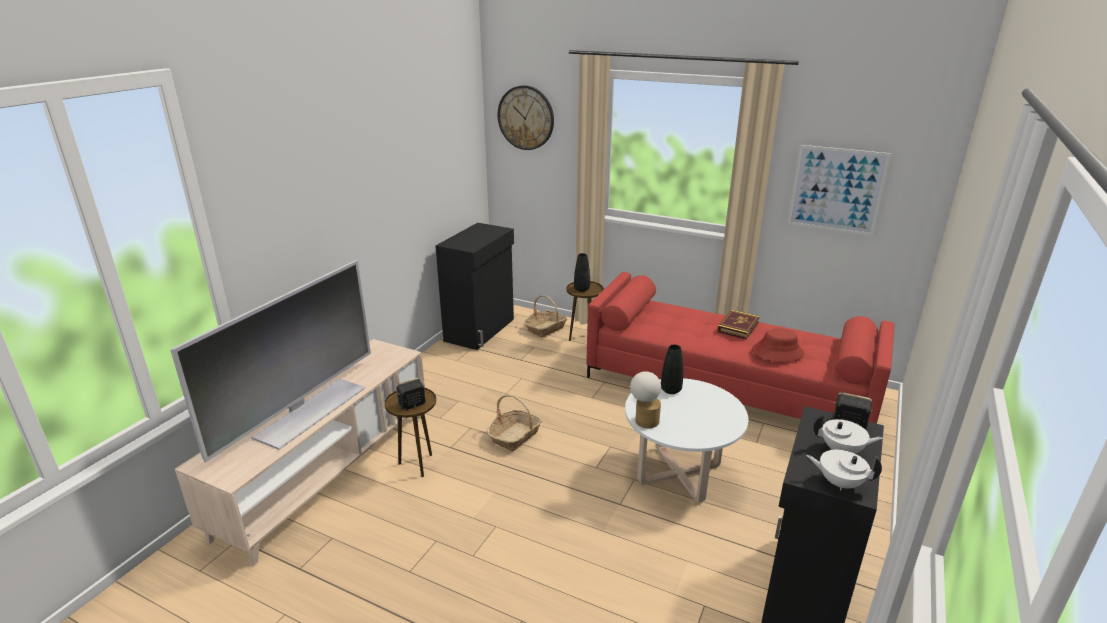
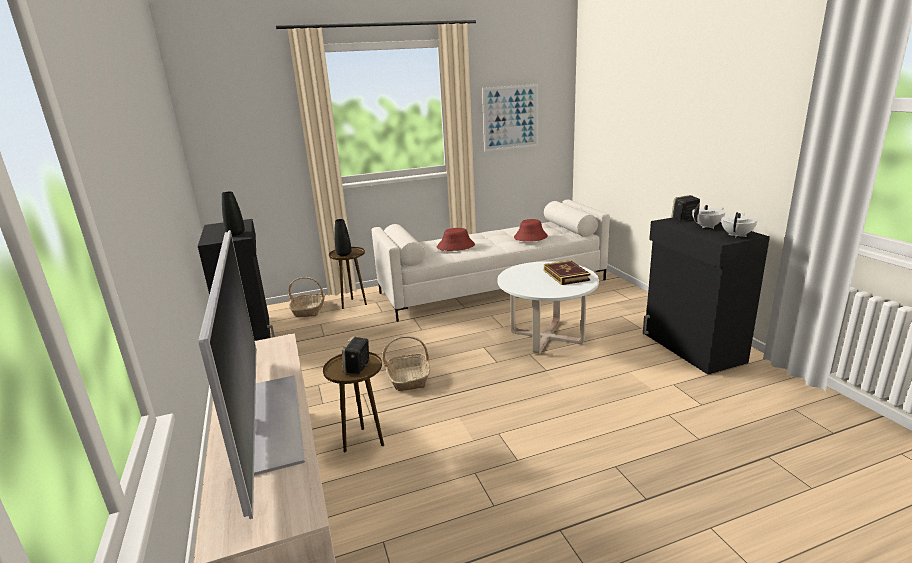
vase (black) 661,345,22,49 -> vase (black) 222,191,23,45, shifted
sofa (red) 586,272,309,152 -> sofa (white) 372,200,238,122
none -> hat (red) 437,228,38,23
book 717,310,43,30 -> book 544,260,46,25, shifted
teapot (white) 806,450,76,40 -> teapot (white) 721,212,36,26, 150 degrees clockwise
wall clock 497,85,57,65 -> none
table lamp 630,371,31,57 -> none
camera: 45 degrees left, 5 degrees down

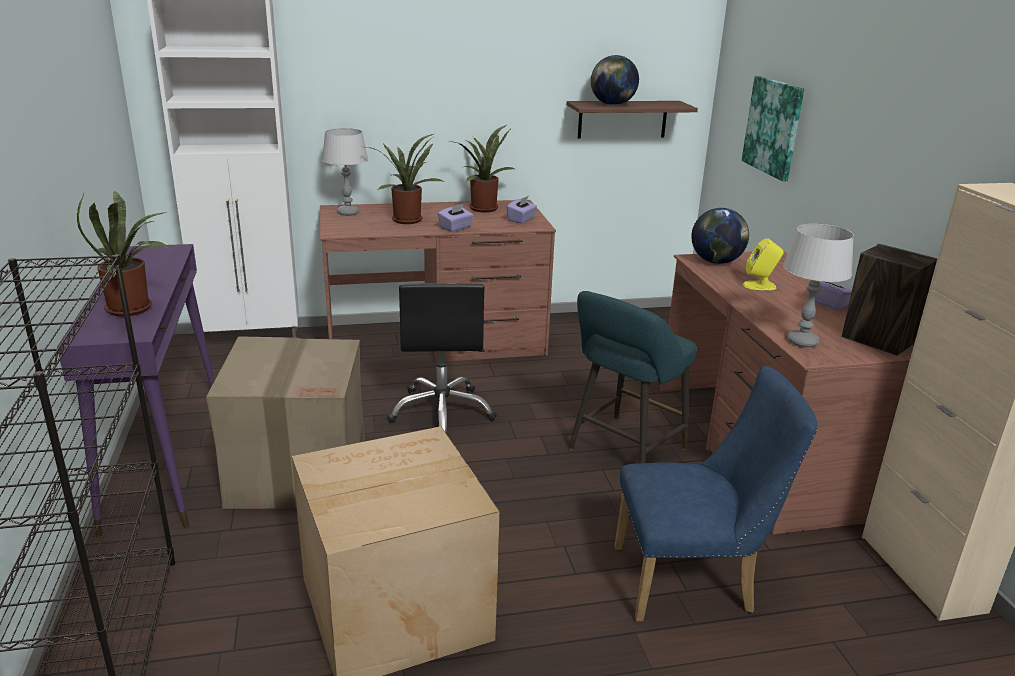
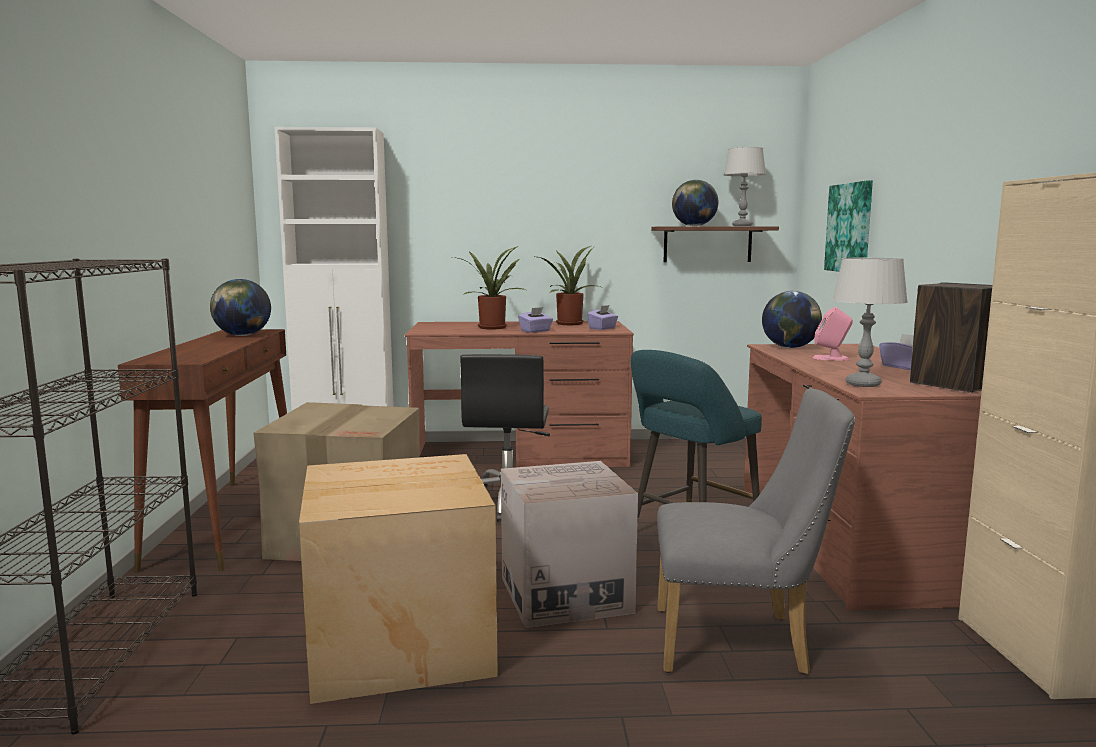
console table (purple) 57,244,157,293 -> console table (brown) 118,329,169,244
none -> globe 210,279,61,57
none -> cardboard box 501,461,137,167
chair (blue) 615,366,203,256 -> chair (grey) 657,388,198,287
table lamp (grey) 322,128,46,88 -> table lamp (grey) 724,147,42,79, shifted
speaker (yellow) 743,238,41,52 -> speaker (pink) 813,307,40,54
potted plant 77,191,91,126 -> none
camera: 10 degrees right, 15 degrees down

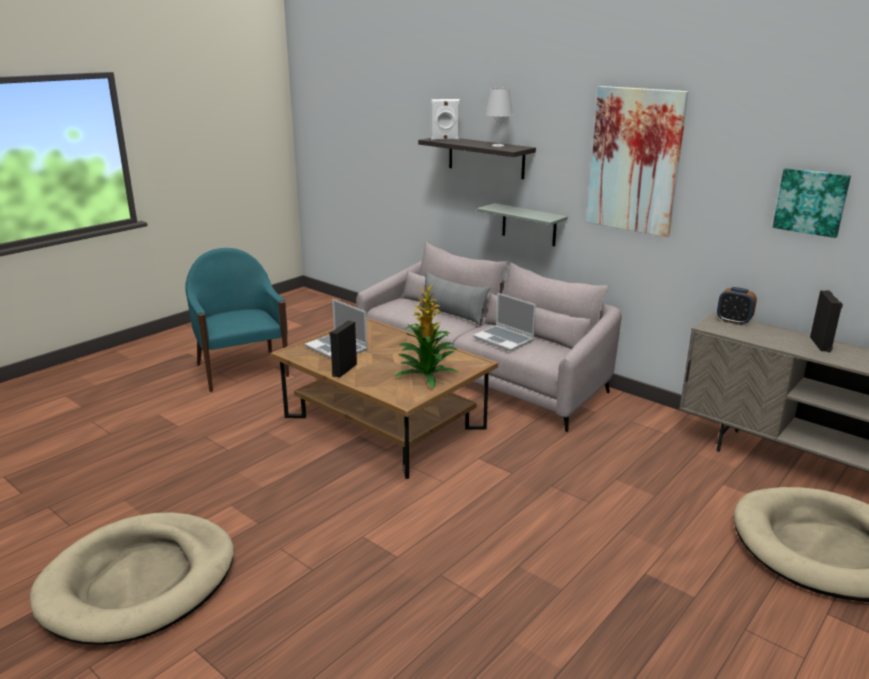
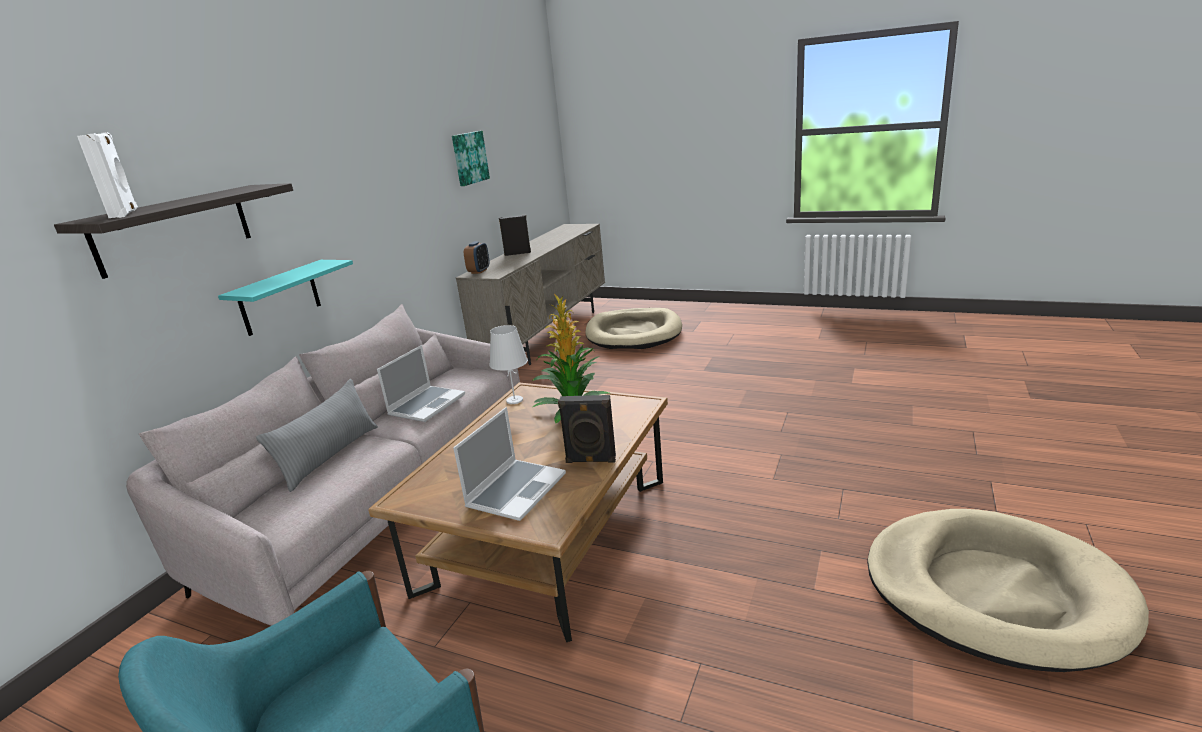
shelf (grey) 477,203,91,43 -> shelf (turquoise) 218,260,135,76
table lamp (white) 485,88,28,59 -> table lamp (white) 489,325,39,79, shifted
picture 587,86,101,151 -> none
camera: 105 degrees left, 0 degrees up

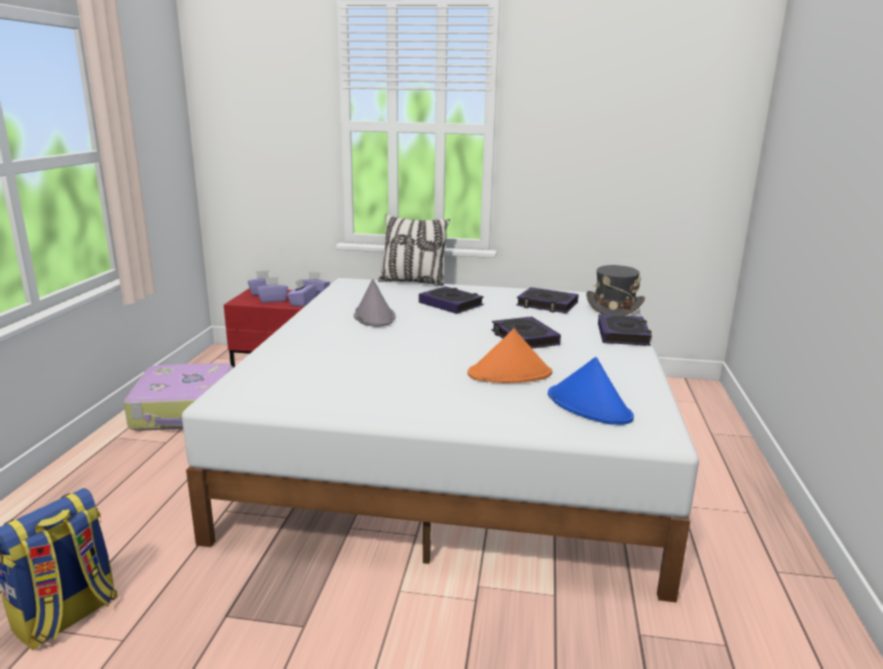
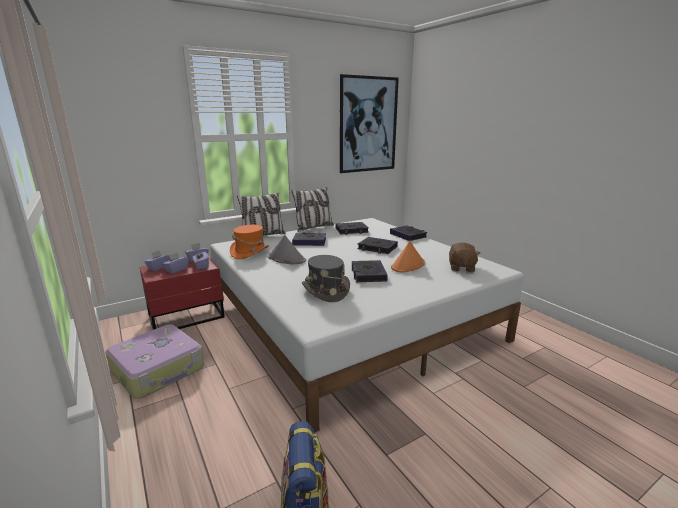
none -> hat (orange) 230,225,39,34
none -> pillow 291,187,43,45
hat (grey) 586,265,59,51 -> hat (grey) 302,255,48,47, shifted
none -> picture 340,74,59,99
none -> book 352,260,36,22
hat (blue) 548,357,86,68 -> plush toy (brown) 449,242,31,30
camera: 40 degrees left, 0 degrees up

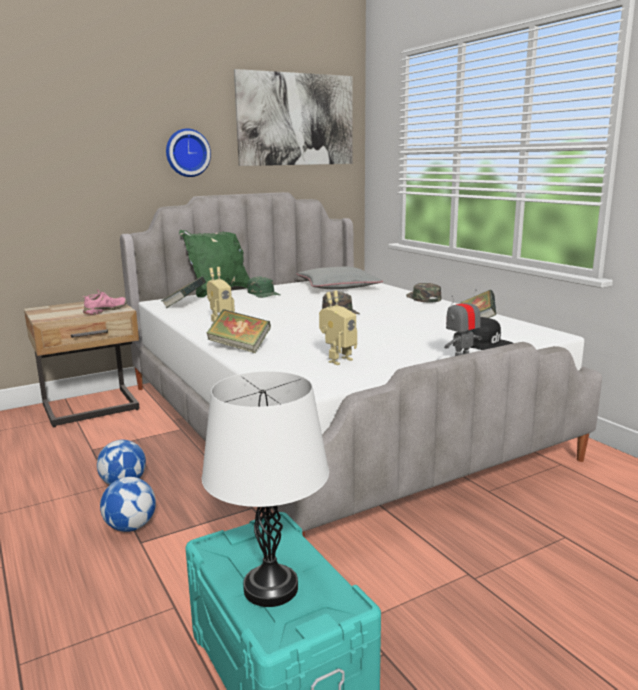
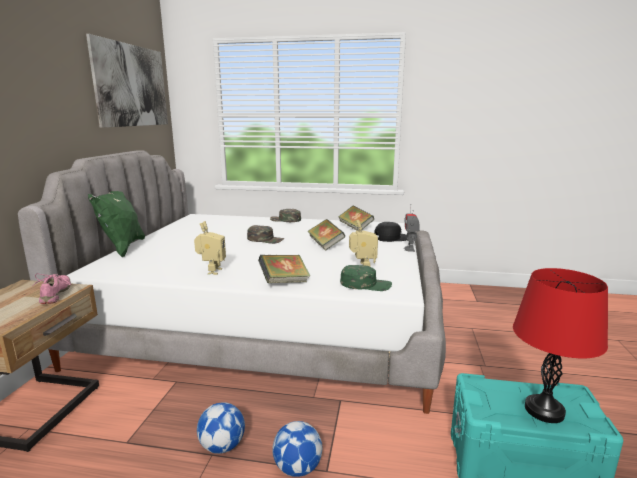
book 161,277,45,31 -> book 307,219,39,32, shifted
cap (green) 247,276,33,22 -> cap (green) 340,265,52,26, shifted
table lamp (white) 202,371,127,236 -> table lamp (red) 513,268,95,155
wall clock 166,129,45,48 -> none
pillow (grey) 297,267,86,22 -> none
camera: 50 degrees left, 0 degrees up

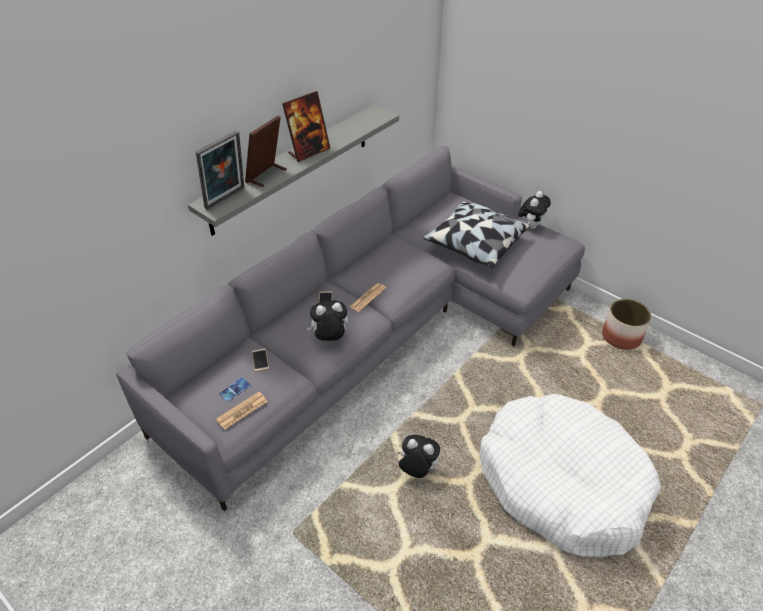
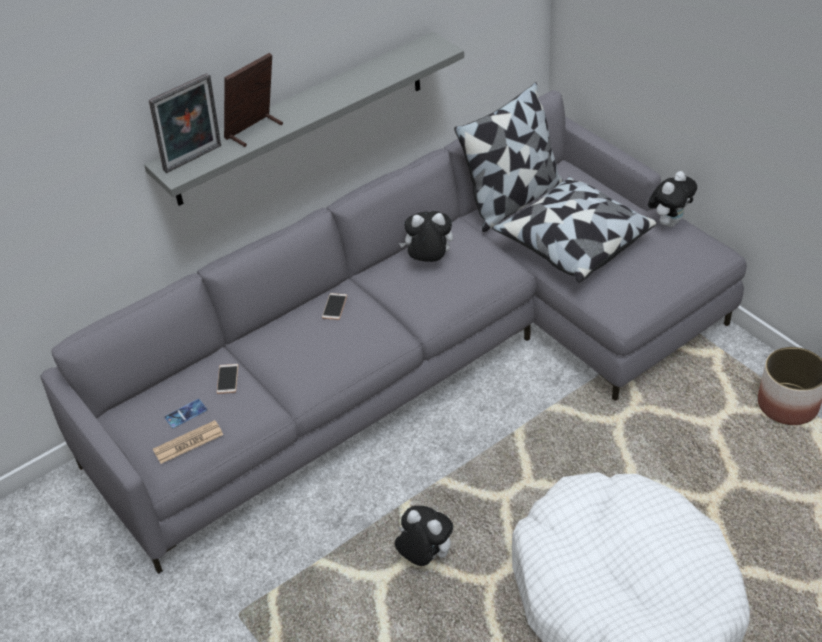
plush toy 307,300,41,41 -> plush toy 399,211,54,51, shifted
none -> pillow 454,82,109,150
picture frame 282,91,49,71 -> none
newspaper 350,283,36,29 -> none
camera: 15 degrees right, 0 degrees up

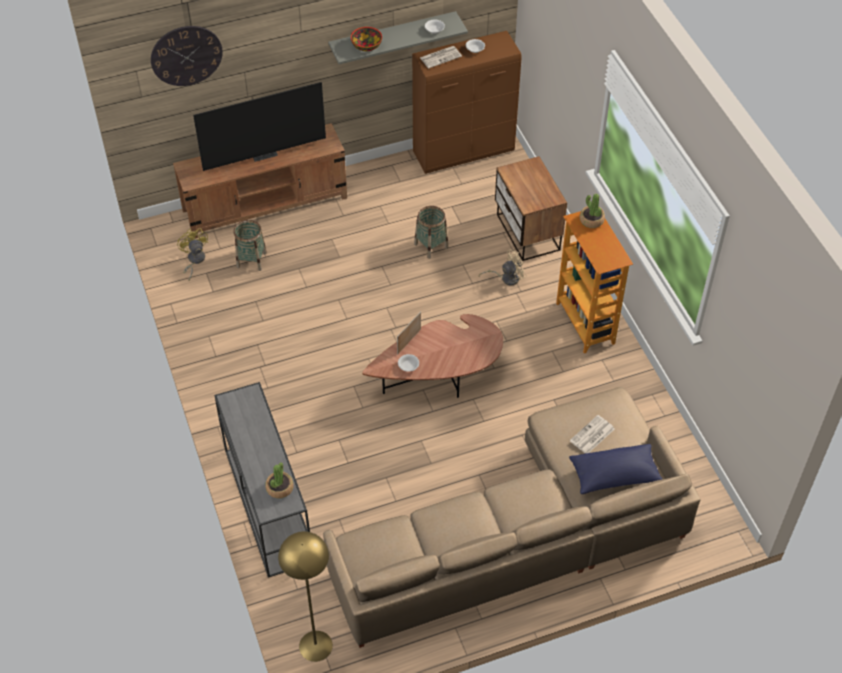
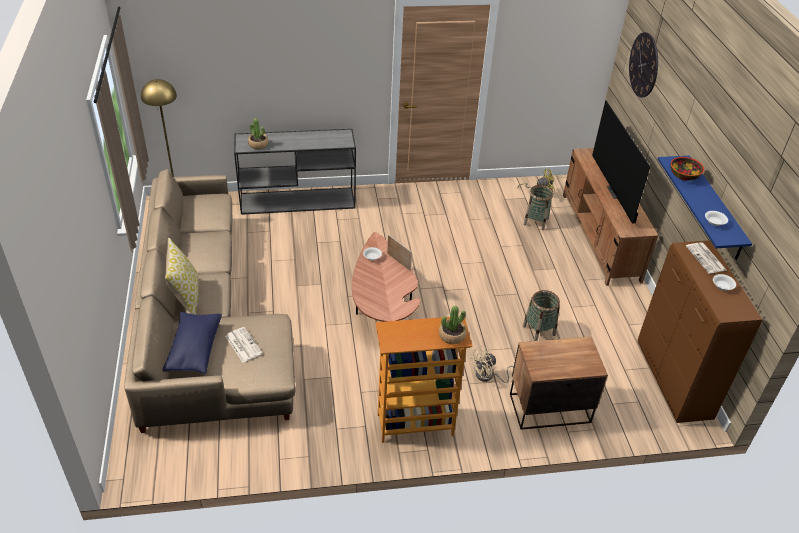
none -> pillow 165,238,34,77
fan (beige) 479,249,48,37 -> fan (beige) 470,346,44,37, 75 degrees clockwise
shelf (grey) 328,11,140,53 -> shelf (blue) 657,156,95,104
camera: 100 degrees right, 10 degrees down

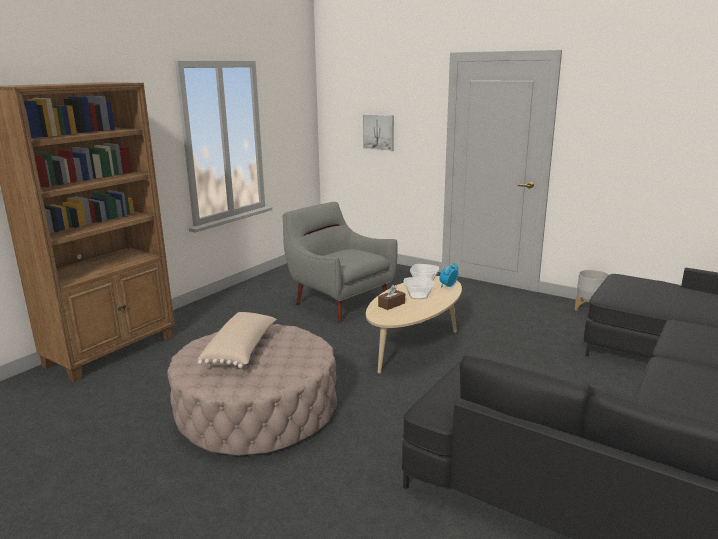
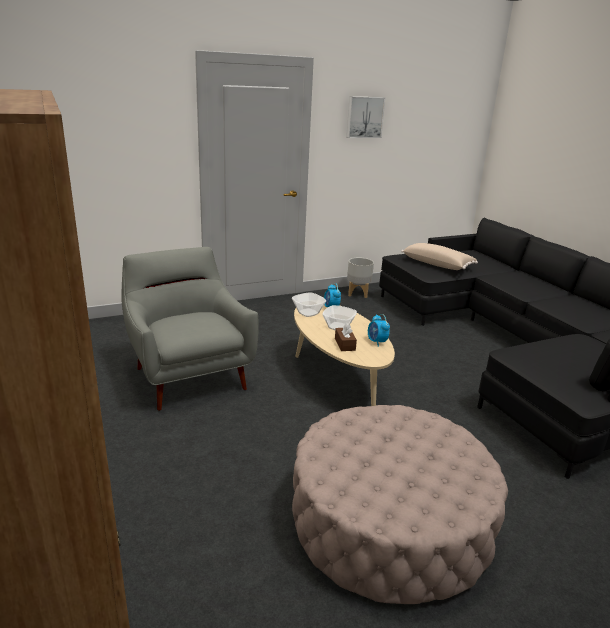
armchair (grey) 283,202,115,121 -> armchair (grey) 121,247,138,164, 75 degrees clockwise
picture 362,114,32,37 -> picture 346,96,39,42, shifted
none -> alarm clock 368,314,22,33
pillow (beige) 198,312,79,56 -> pillow (beige) 401,243,77,27, shifted
camera: 60 degrees left, 5 degrees up

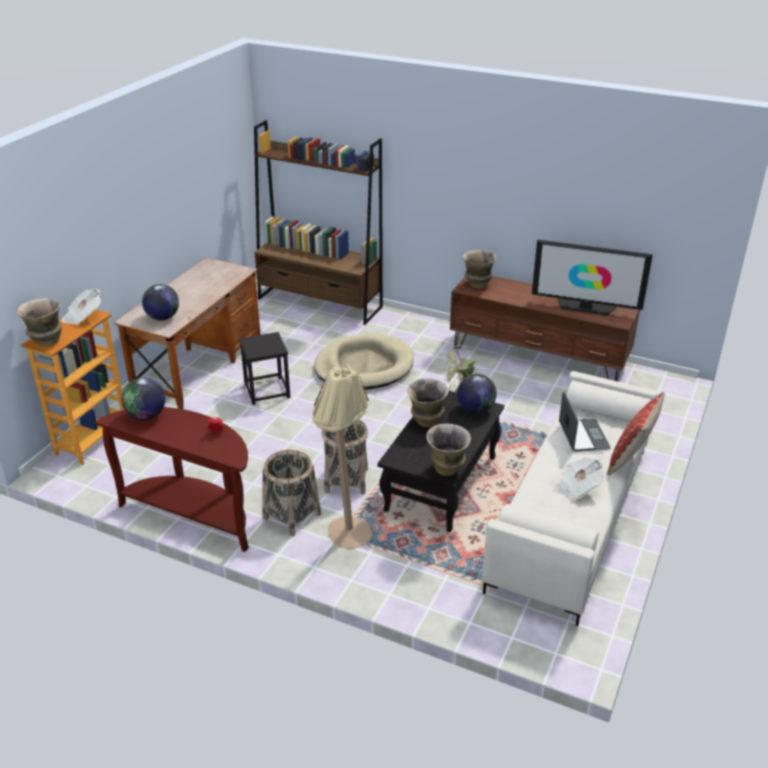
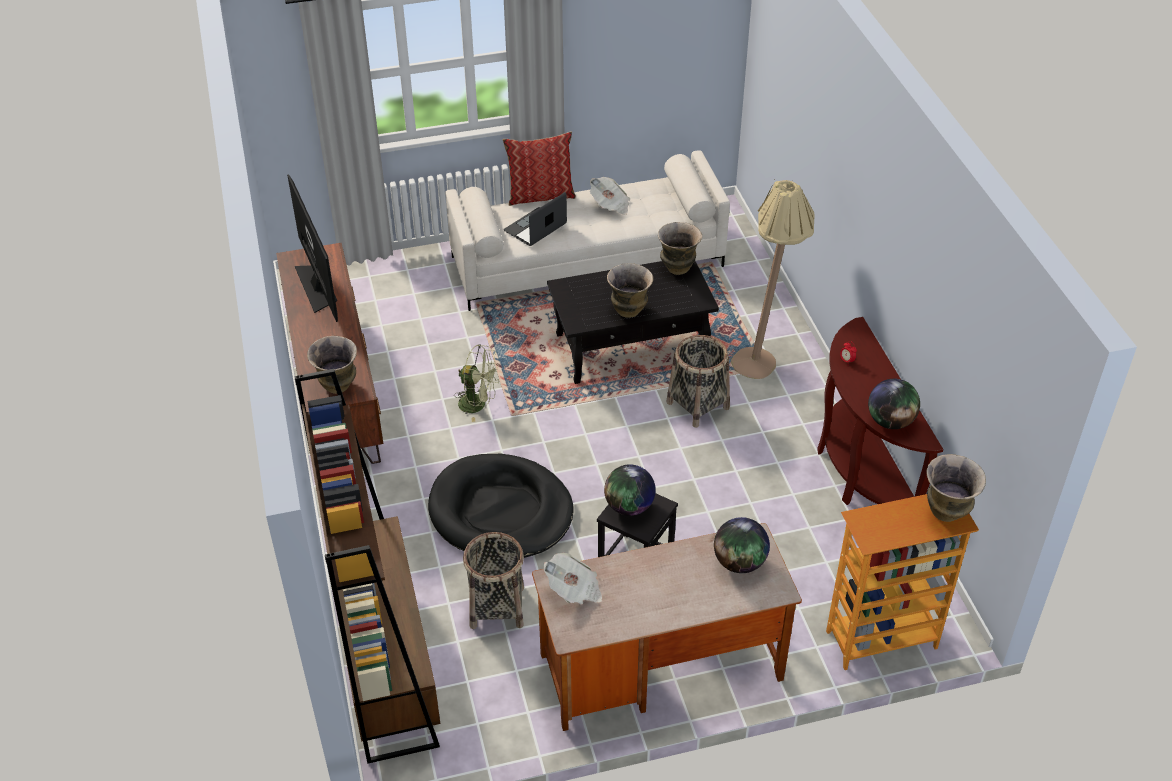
dog bed (beige) 314,334,100,56 -> dog bed (black) 428,454,146,104
basket 262,450,59,86 -> basket 463,532,61,97, shifted
newspaper 61,289,40,36 -> newspaper 543,553,59,52, shifted
globe 457,374,40,39 -> globe 604,464,52,52, shifted
camera: 130 degrees left, 10 degrees up

